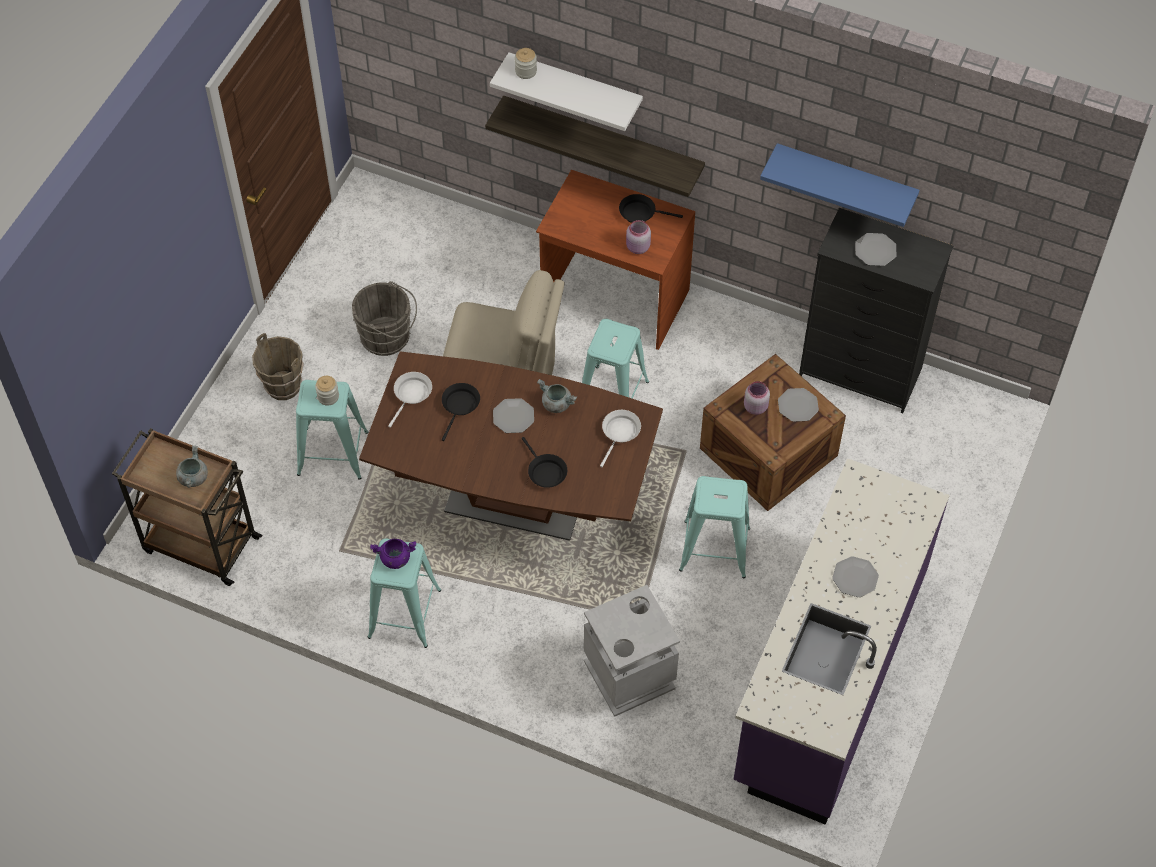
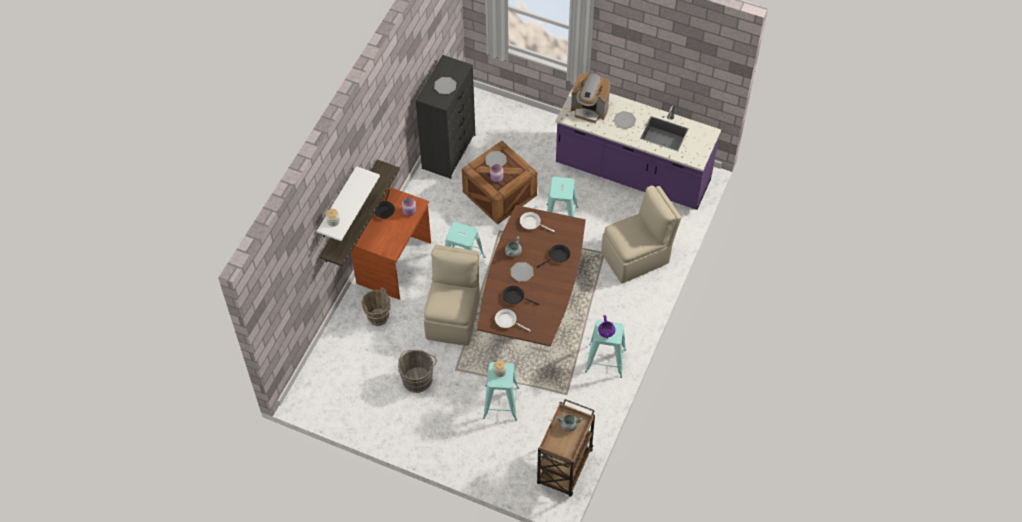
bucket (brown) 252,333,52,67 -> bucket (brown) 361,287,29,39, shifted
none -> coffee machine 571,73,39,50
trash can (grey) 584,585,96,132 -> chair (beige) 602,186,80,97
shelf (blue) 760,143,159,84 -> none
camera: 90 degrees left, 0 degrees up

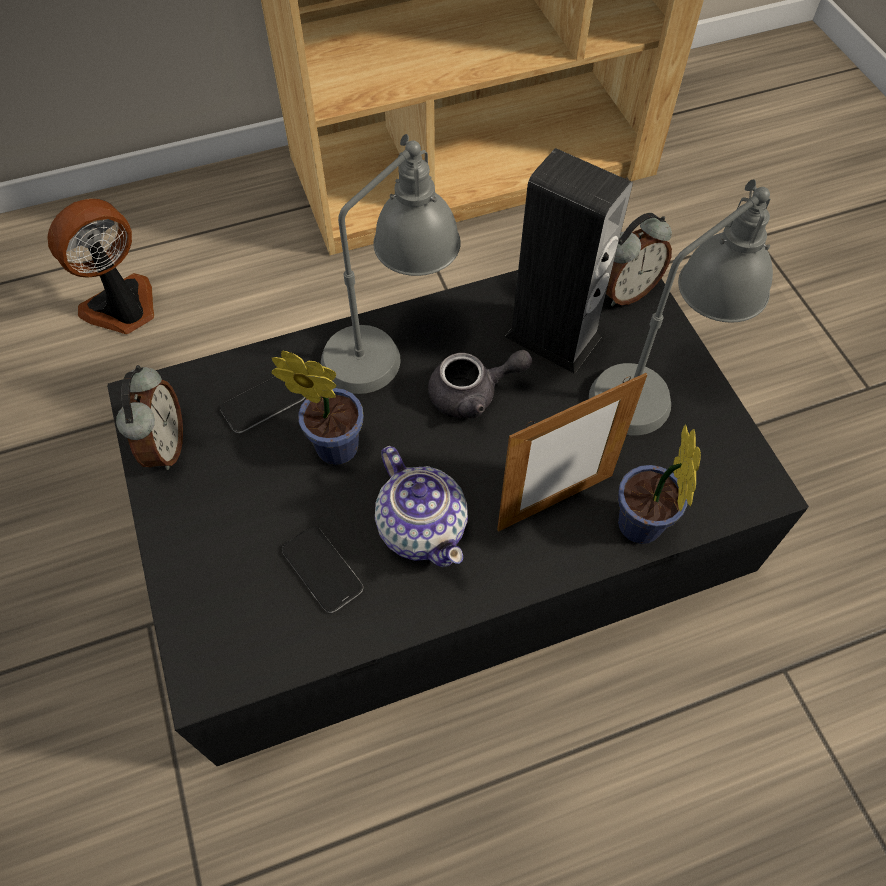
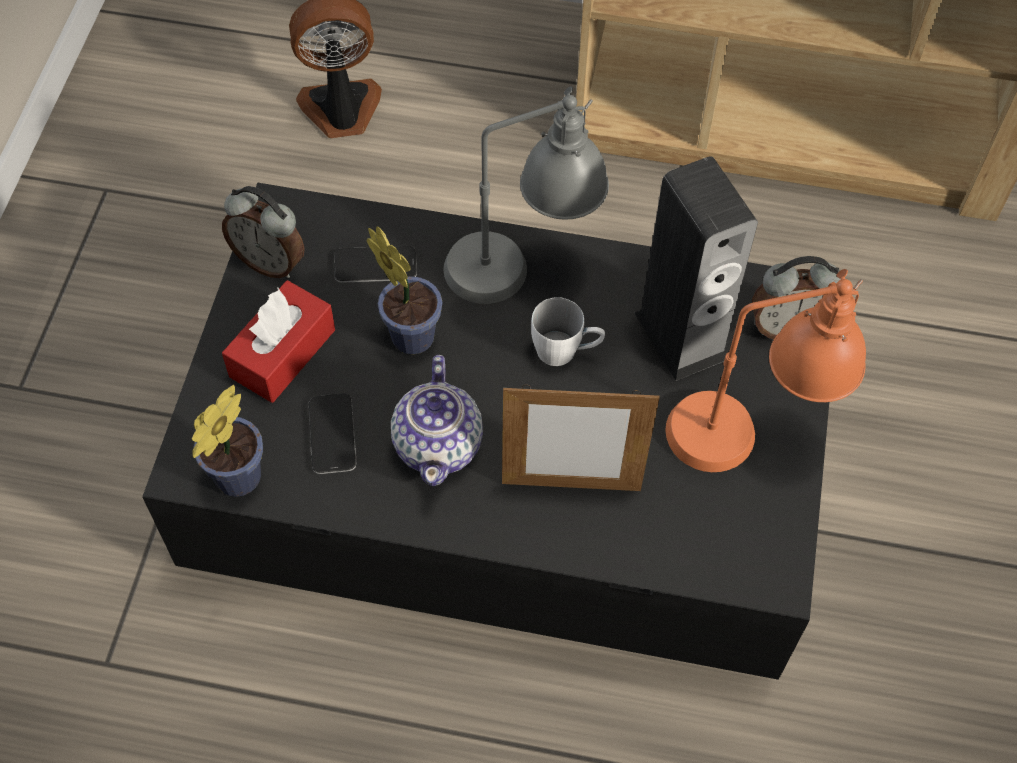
potted plant 618,424,83,120 -> potted plant 192,385,71,112, shifted
alarm clock 116,365,67,105 -> alarm clock 222,186,83,92, 90 degrees clockwise
none -> tissue box (red) 222,280,113,123
teapot (grey) 428,350,104,68 -> mug (white) 531,297,74,69
table lamp (grey) 589,179,184,256 -> table lamp (orange) 665,269,201,203
camera: 30 degrees right, 0 degrees up

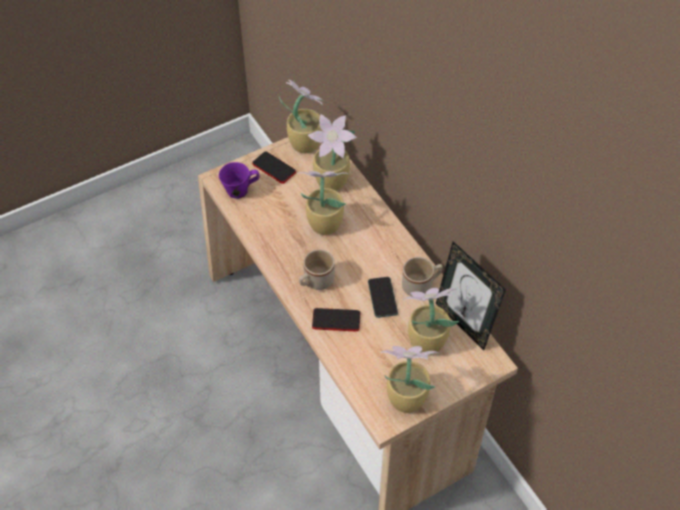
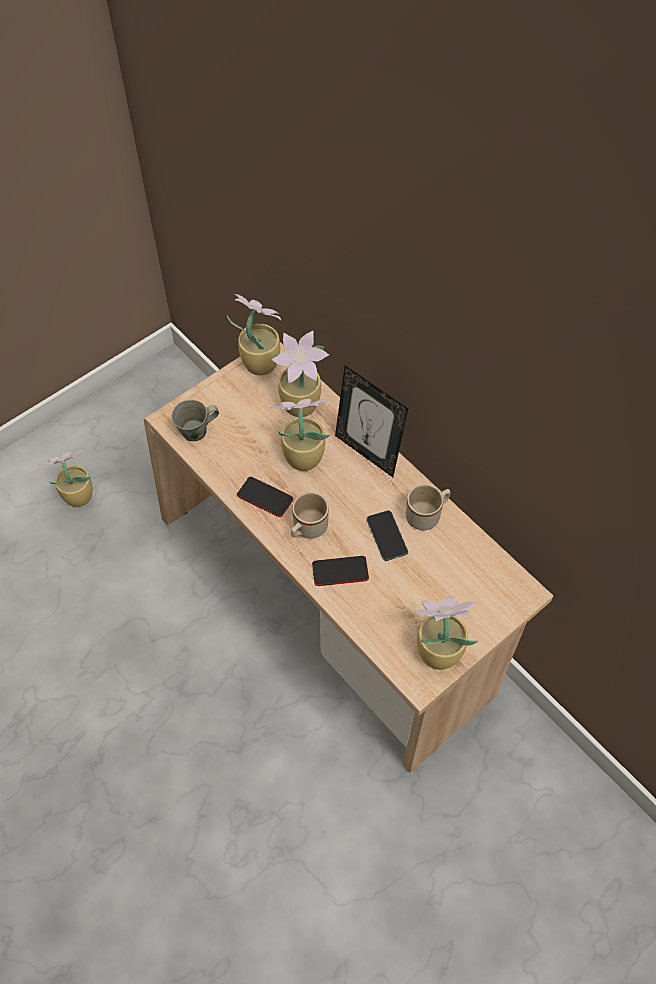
potted plant 403,288,56,67 -> potted plant 39,450,54,57, shifted
mug (purple) 219,162,41,37 -> mug (grey) 172,400,47,41
phone 252,151,44,33 -> phone 237,477,56,40, shifted
picture frame 435,241,71,109 -> picture frame 335,365,73,112, shifted
camera: 10 degrees left, 5 degrees up

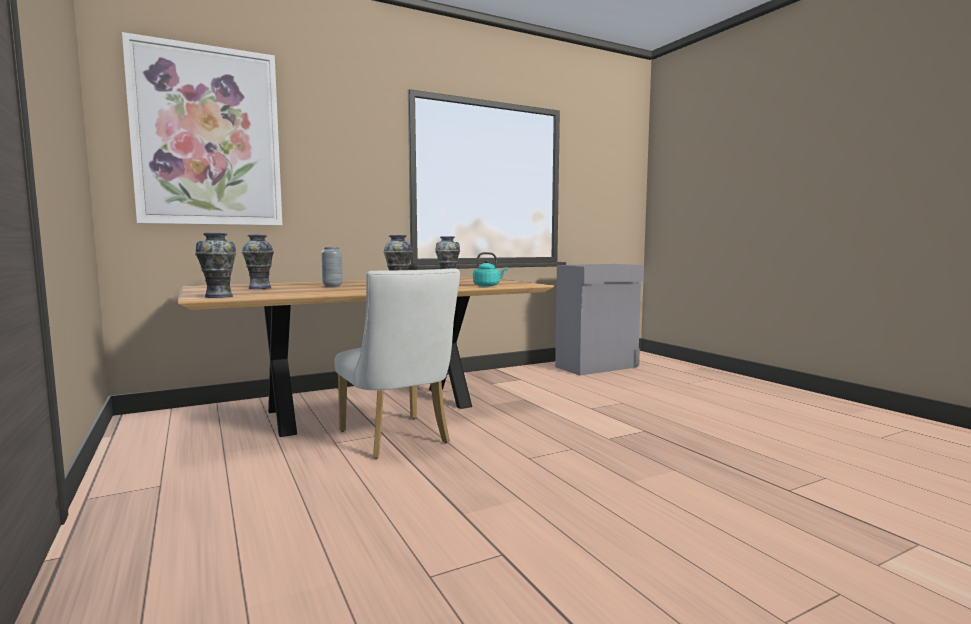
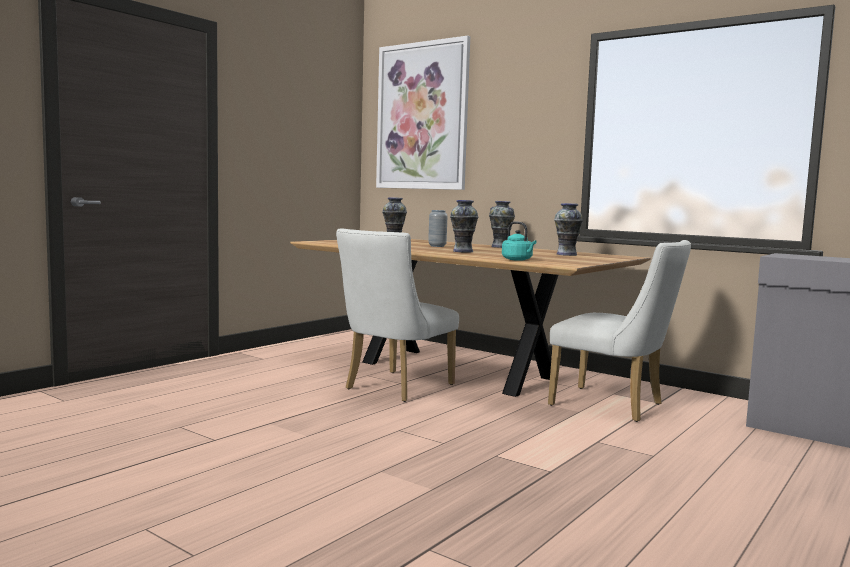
vase 195,232,41,66 -> vase 489,201,26,47, shifted
none -> chair (white) 548,240,143,182
camera: 65 degrees right, 0 degrees up

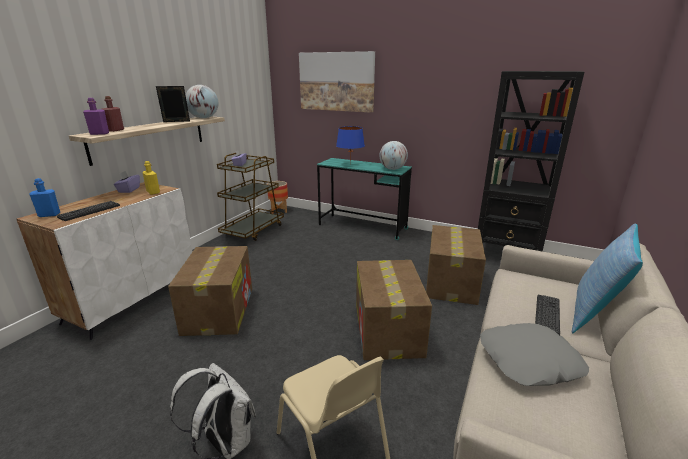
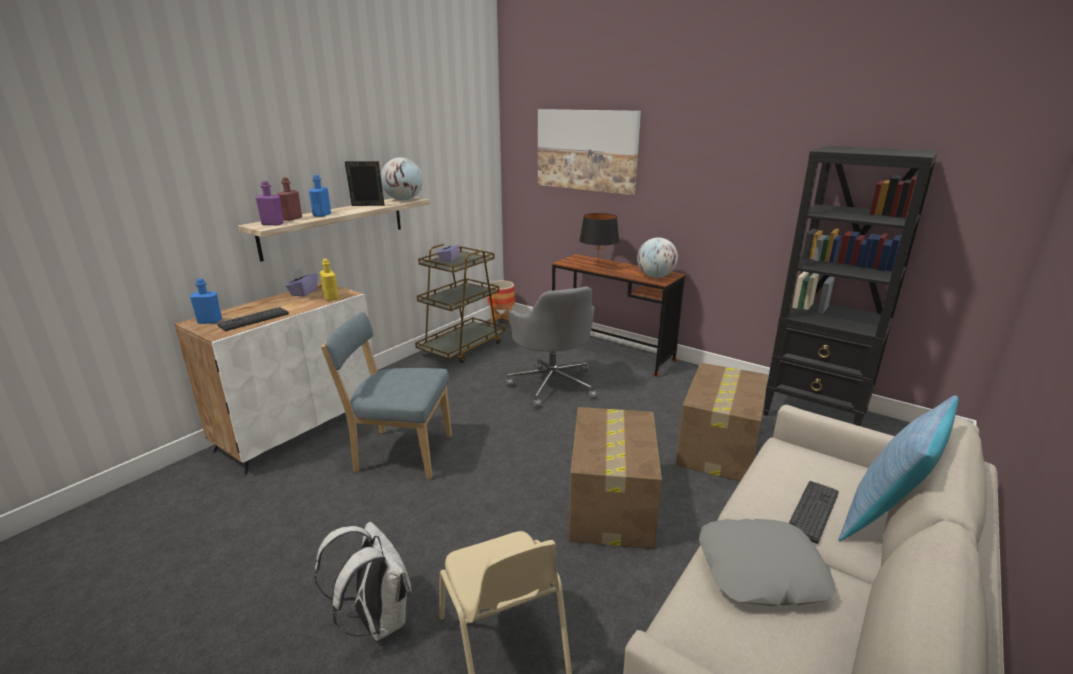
none -> bottle (blue) 309,175,22,42
cardboard box 168,246,84,90 -> chair (blue) 321,312,131,167
none -> office chair (grey) 505,287,92,122
desk (turquoise) 317,158,95,82 -> desk (brown) 552,254,133,123
table lamp (blue) 336,126,29,38 -> table lamp (black) 579,213,40,51
camera: 10 degrees right, 0 degrees up

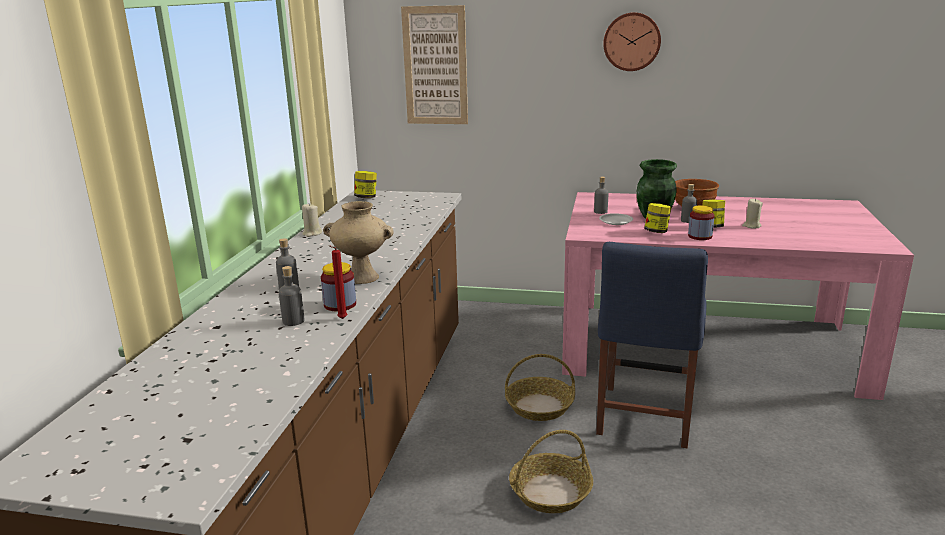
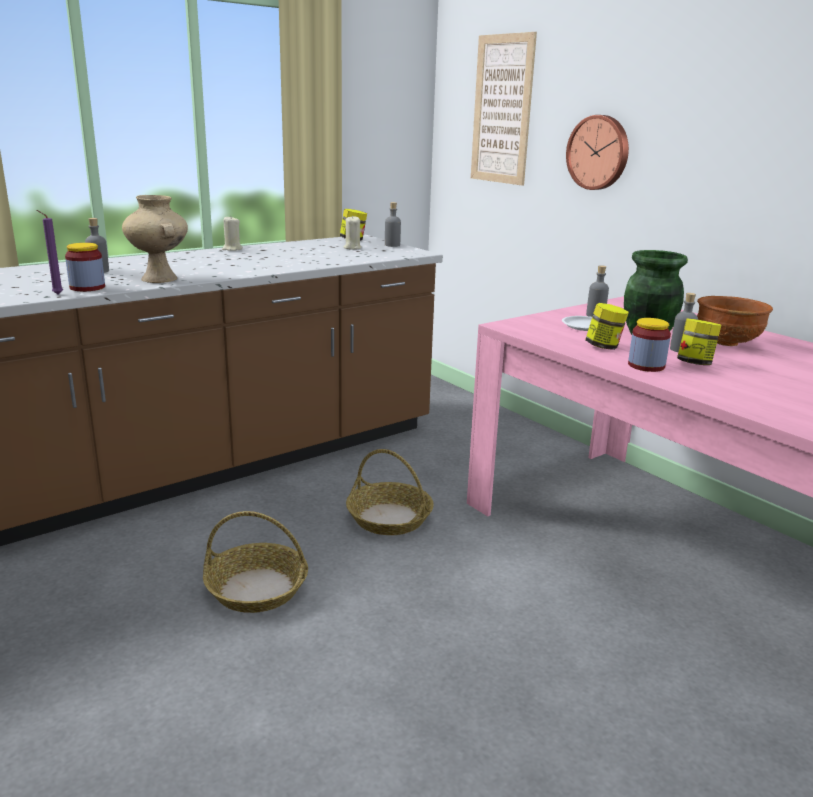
candle (red) 329,245,18,74 -> candle (purple) 36,210,27,84
candle (beige) 742,198,21,31 -> candle (beige) 343,215,19,35, shifted
bottle (grey) 279,266,26,60 -> bottle (grey) 385,202,16,45, shifted
wall clock 603,12,58,59 -> wall clock 566,115,63,75, shifted
chair (blue) 596,242,112,206 -> none
camera: 40 degrees right, 0 degrees up

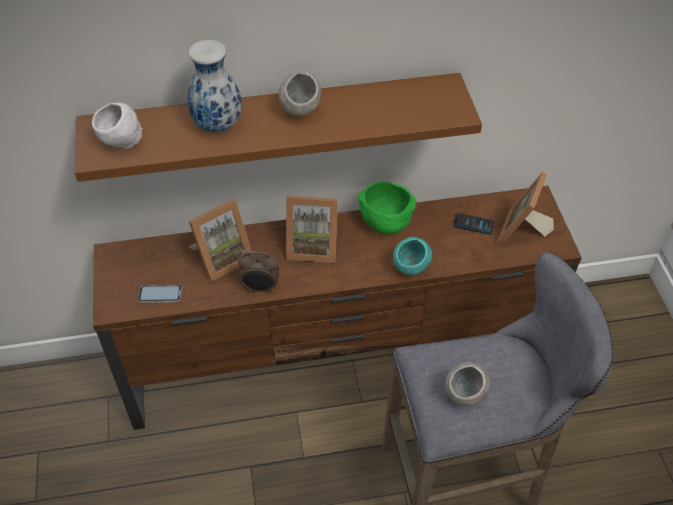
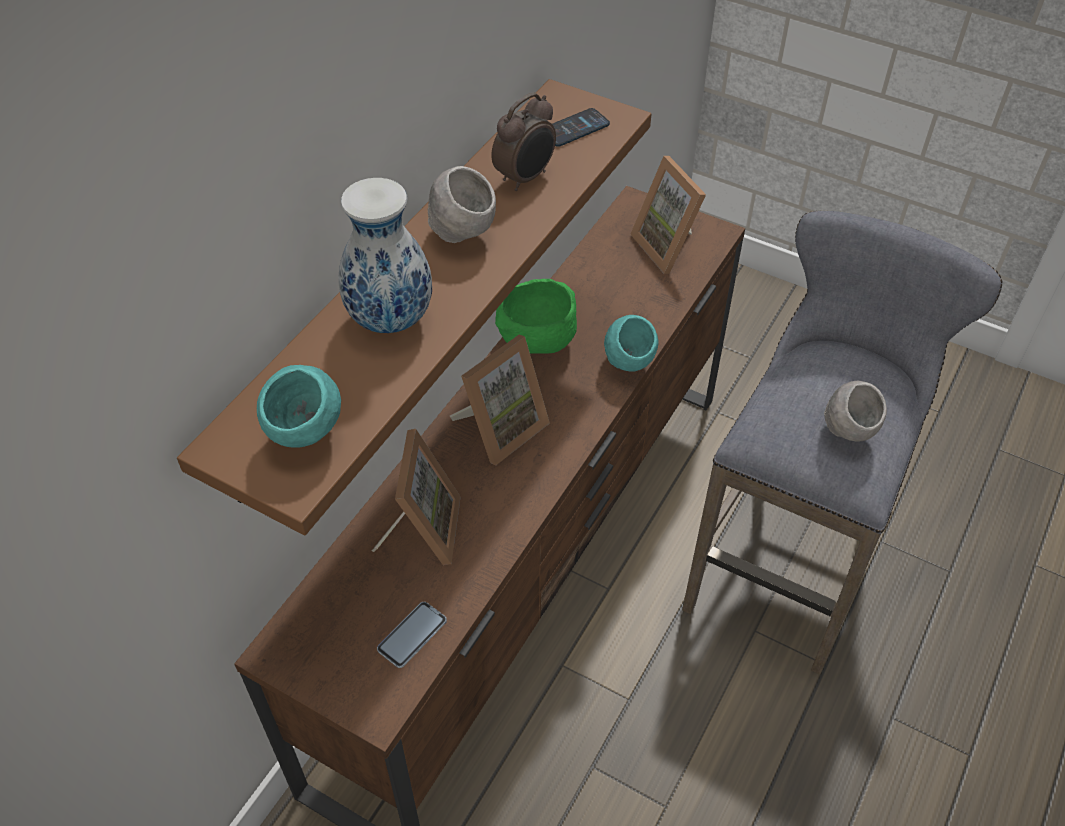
bowl (white) 92,103,50,46 -> bowl (turquoise) 257,365,84,83
alarm clock 238,251,41,42 -> alarm clock 491,92,65,99, shifted
phone 453,213,41,22 -> phone 552,108,58,39, shifted
camera: 50 degrees left, 0 degrees up

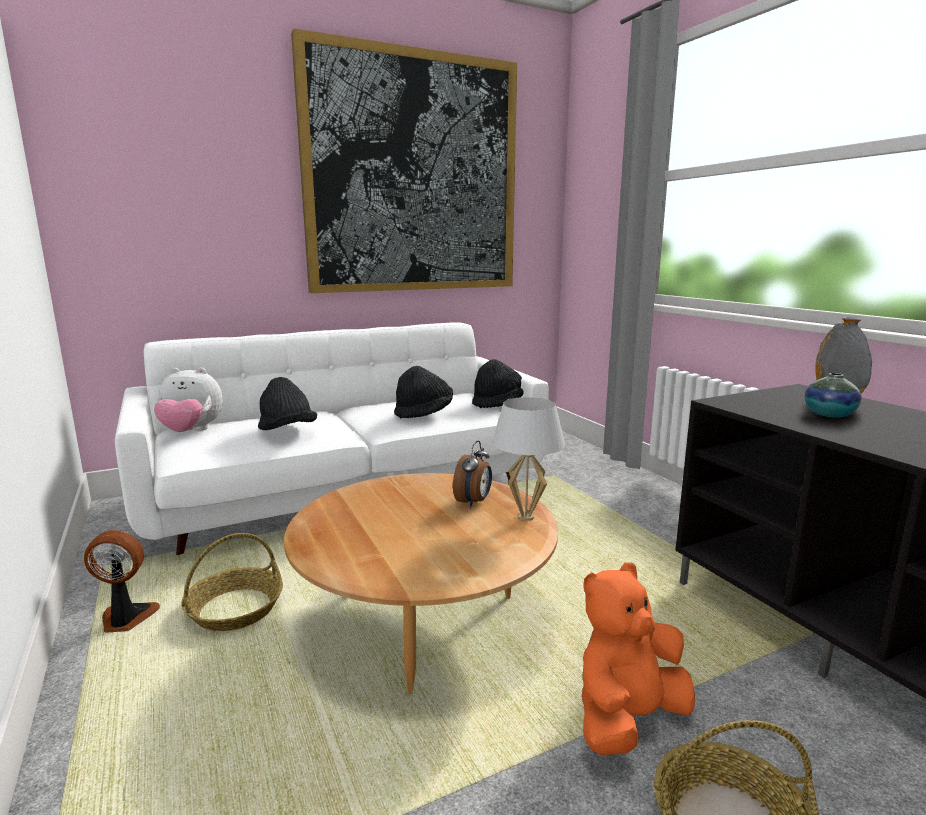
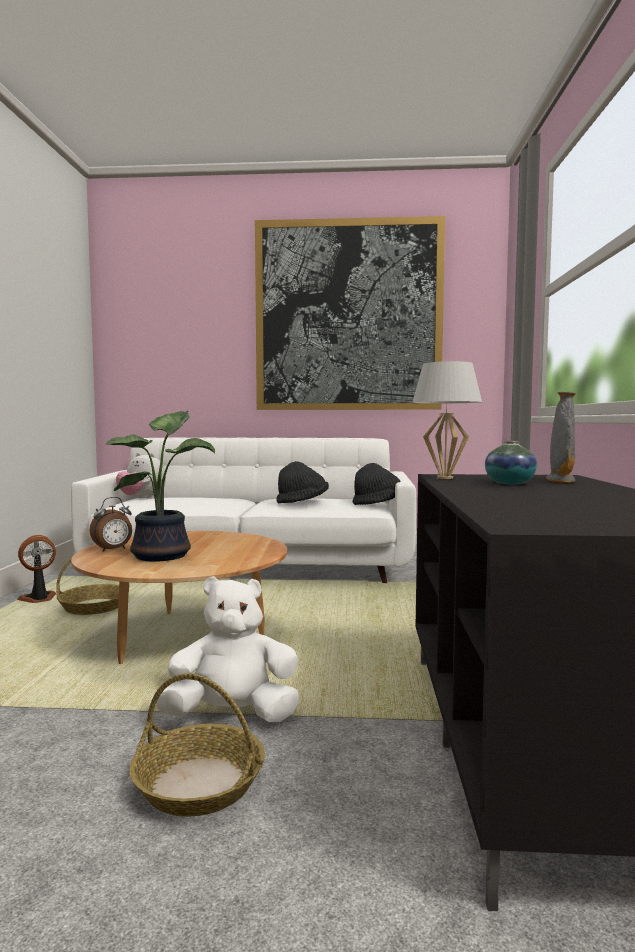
fan 84,530,76,103 -> fan 17,535,39,68, 60 degrees counterclockwise
alarm clock 453,441,39,66 -> alarm clock 89,497,43,55, shifted
none -> potted plant 106,410,109,151
plush toy (orange) 582,562,113,193 -> plush toy (white) 154,576,146,146
table lamp (white) 492,397,73,124 -> table lamp (white) 412,361,70,118, shifted
hat (black) 258,377,59,53 -> none
camera: 30 degrees right, 10 degrees down

